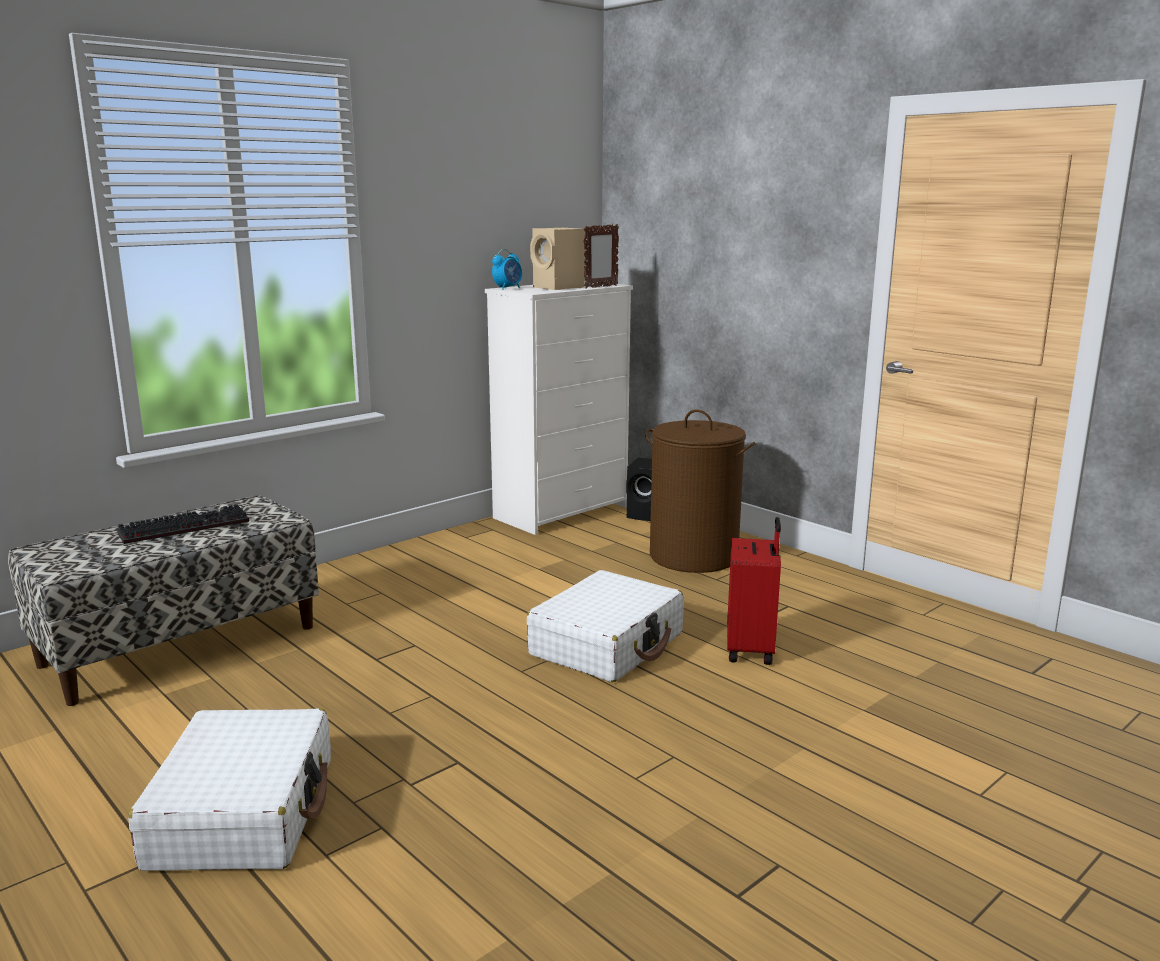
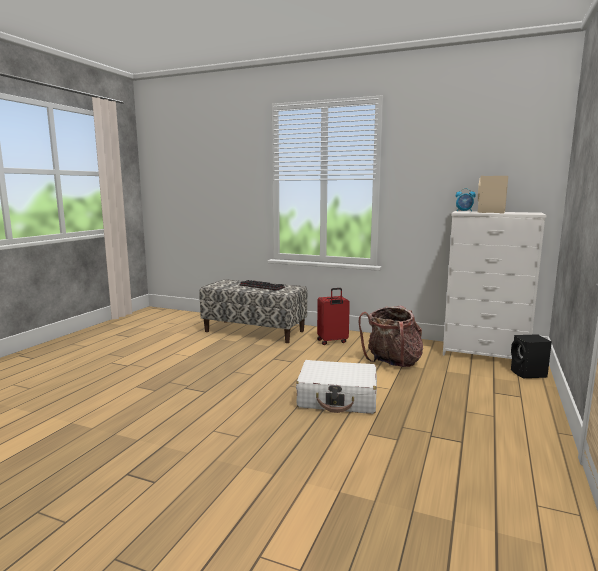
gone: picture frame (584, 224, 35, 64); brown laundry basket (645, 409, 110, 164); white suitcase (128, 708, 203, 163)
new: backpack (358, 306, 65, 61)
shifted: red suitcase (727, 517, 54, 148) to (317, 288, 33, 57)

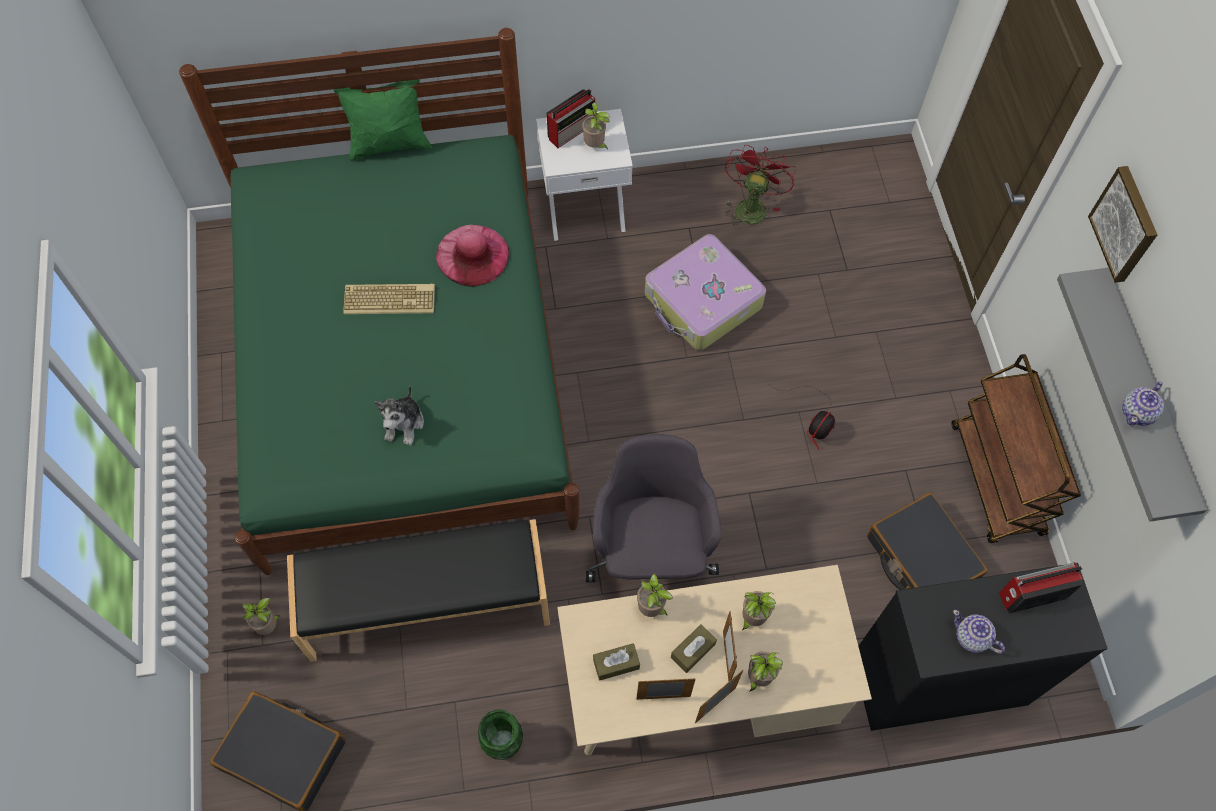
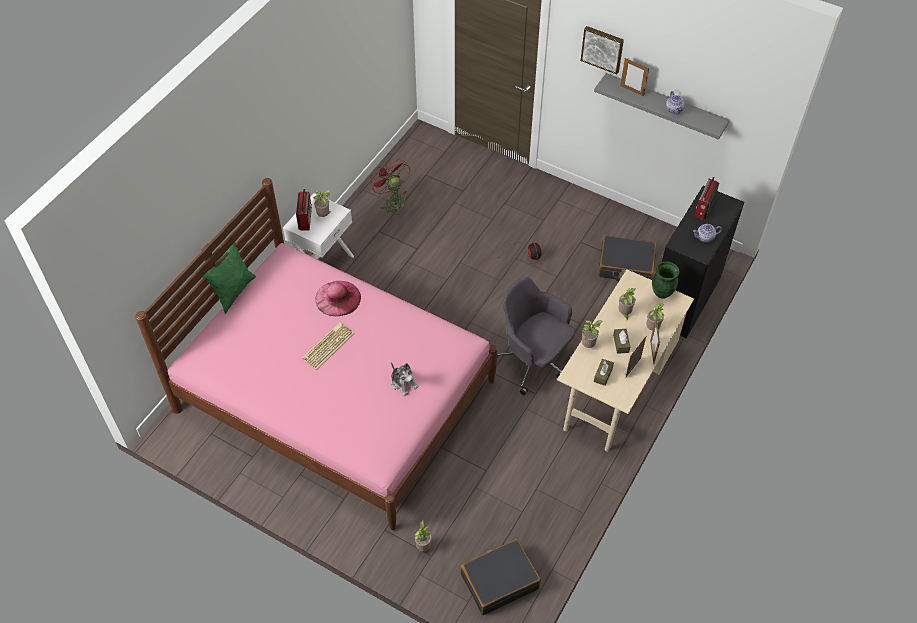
gone: suitcase (645, 234, 121, 116); brown cart (952, 354, 129, 189); black bench (287, 519, 263, 143)
shifted: picture frame (723, 611, 14, 70) to (620, 58, 29, 39); green vase (478, 710, 45, 50) to (652, 262, 28, 37)
repainted: green bed (179, 28, 400, 547) to pink bed (135, 178, 363, 352)

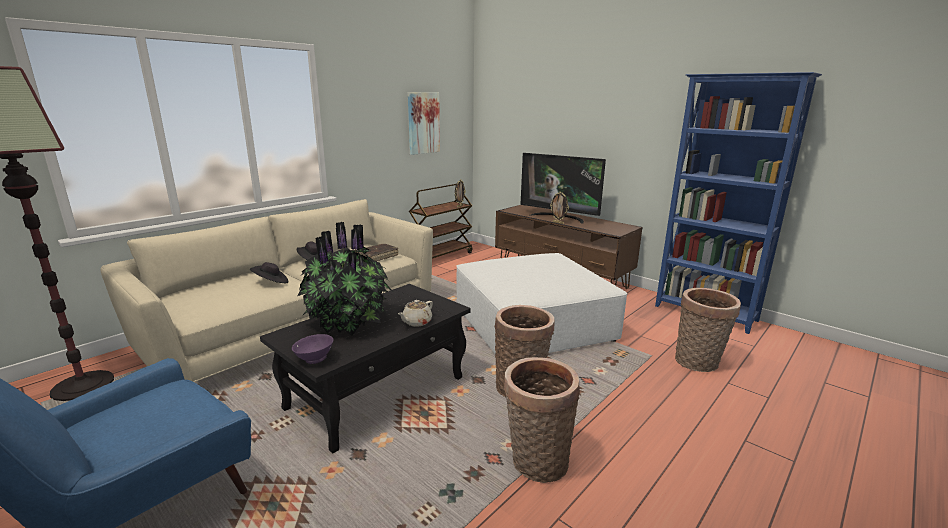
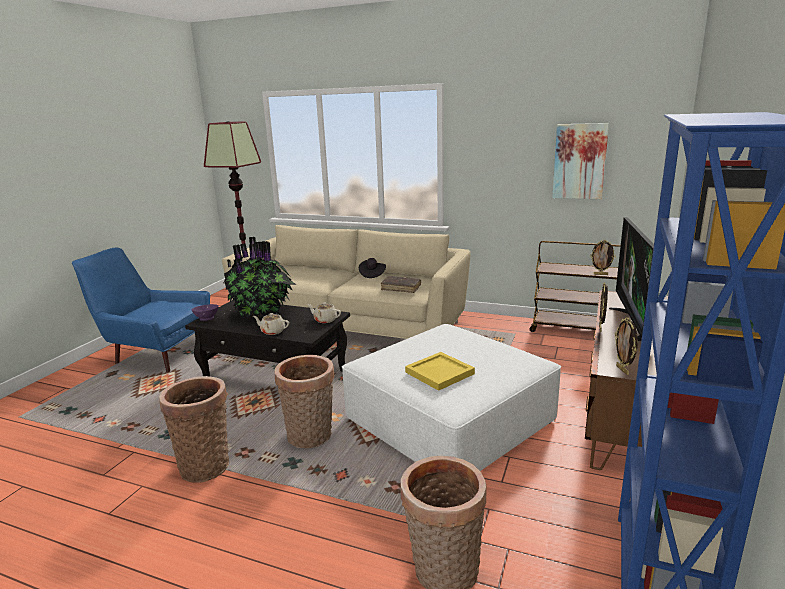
gone: black hat (250, 262, 39, 21)
new: beige teapot (307, 302, 34, 21); picture frame (615, 317, 23, 58); yellow tray (405, 352, 70, 39)

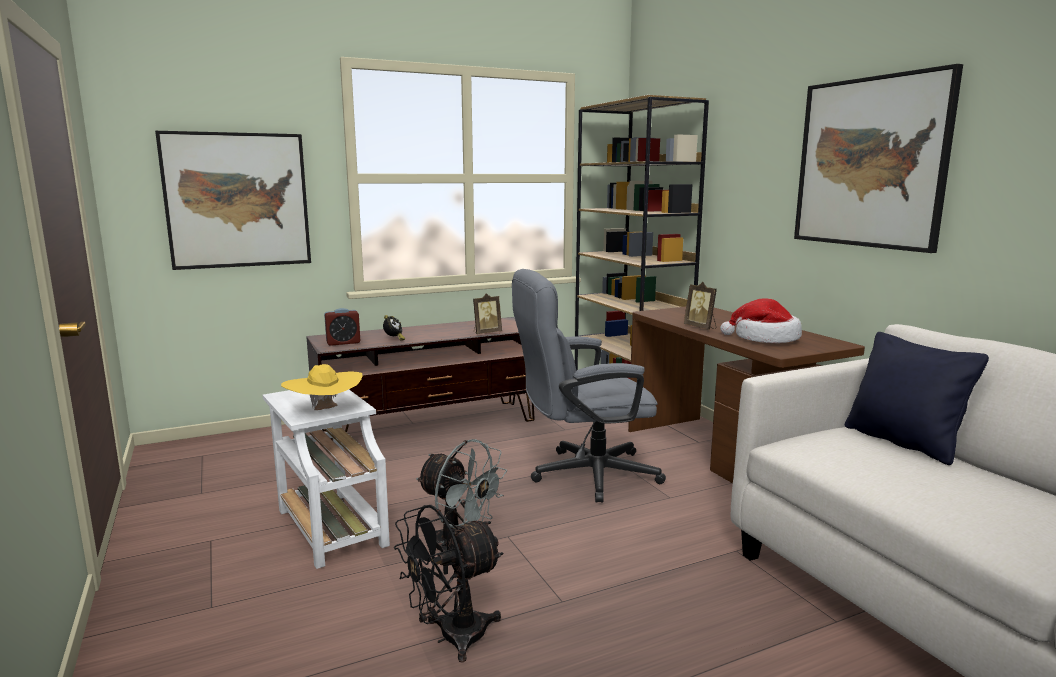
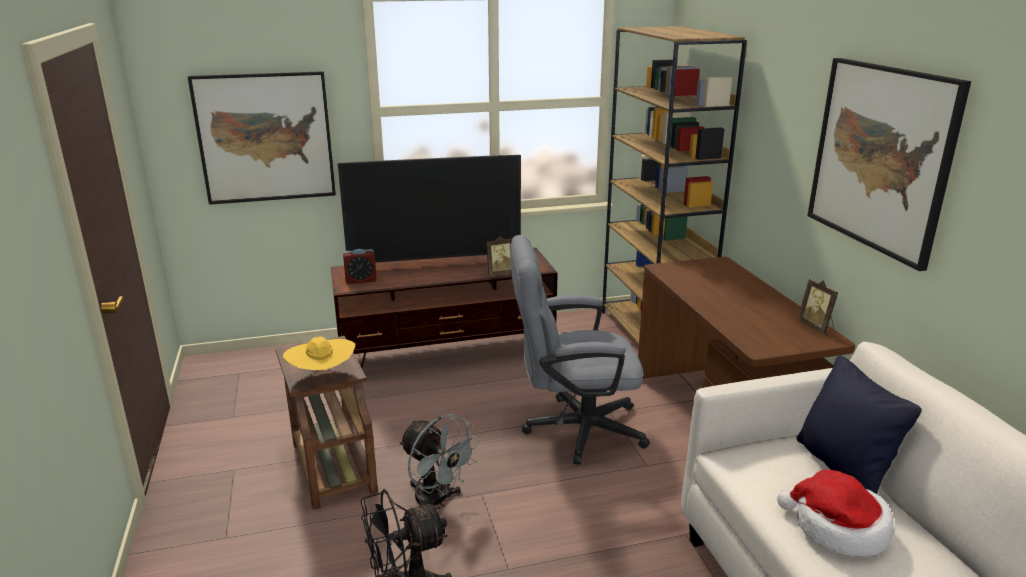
gone: alarm clock (383, 315, 22, 25)
new: television (338, 155, 183, 107)
shifted: picture frame (684, 282, 33, 48) to (797, 279, 41, 55); hat (720, 299, 82, 44) to (777, 470, 117, 87)
repainted: white side table (263, 390, 127, 179) to brown side table (276, 336, 102, 174)

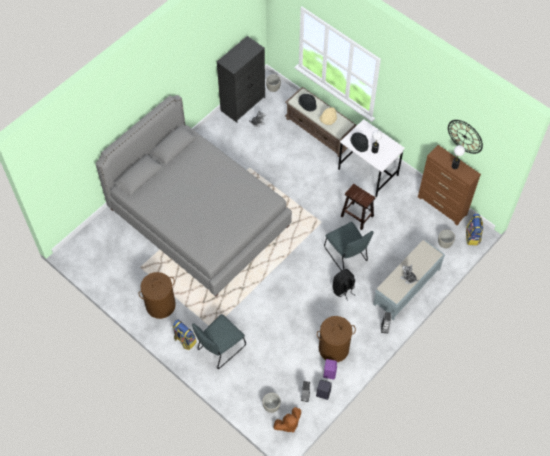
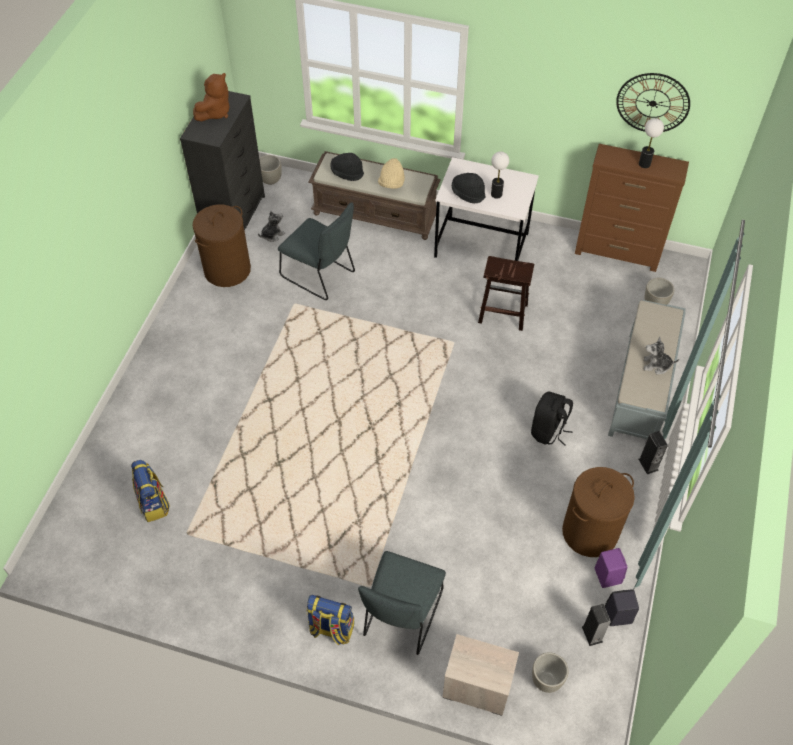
gone: grey bed (95, 95, 197, 202)
new: nightstand (443, 634, 76, 82)
shifted: backpack (466, 213, 17, 32) to (131, 460, 39, 62); grey chair (324, 222, 50, 49) to (278, 203, 77, 97); brown laundry basket (138, 272, 38, 47) to (193, 204, 58, 83); brown plush toy (273, 407, 28, 25) to (193, 73, 37, 48)

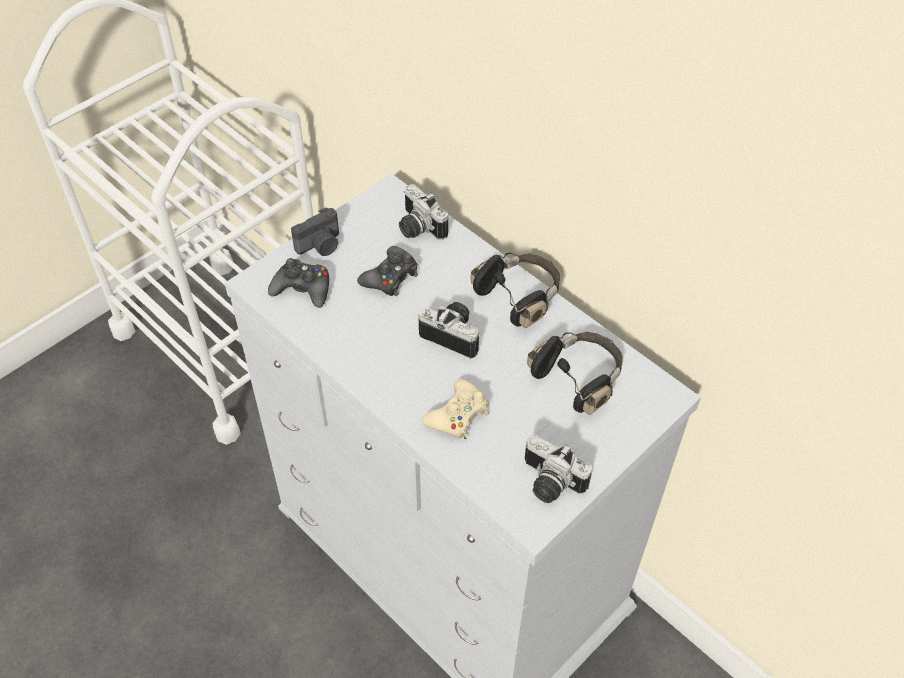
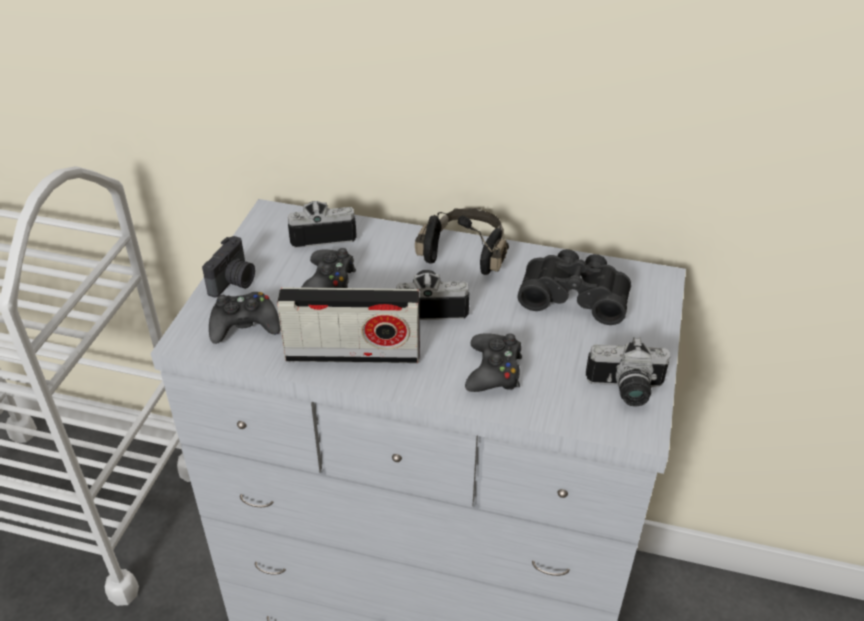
new: radio (277, 287, 143, 76)
swapped: black headphones (527, 332, 96, 83) to black binoculars (518, 249, 113, 76)
repainted: beige game controller (422, 379, 67, 60) to black game controller (465, 333, 57, 59)
rotated: photo camera (399, 184, 49, 56) = (288, 201, 69, 47) 150 degrees clockwise

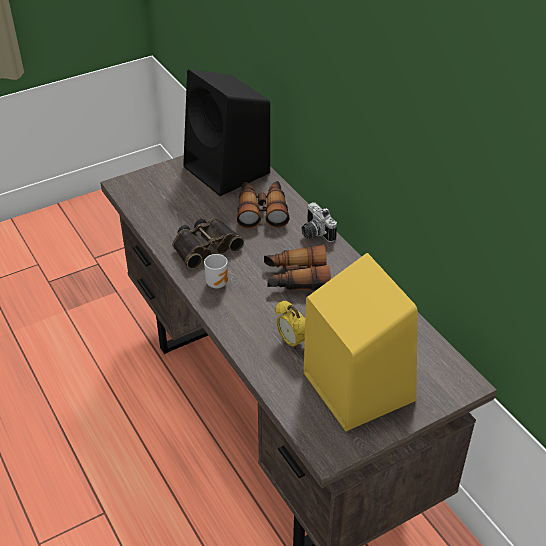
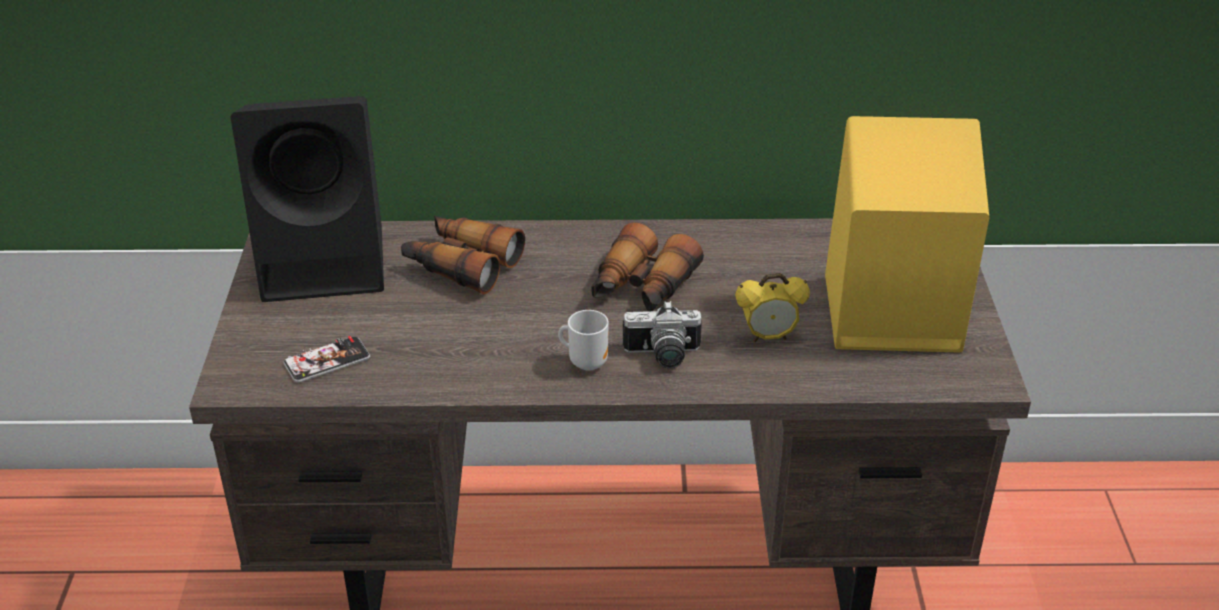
gone: binoculars (172, 218, 72, 51)
new: phone (284, 336, 86, 47)
shifted: photo camera (301, 202, 36, 40) to (623, 301, 79, 68)

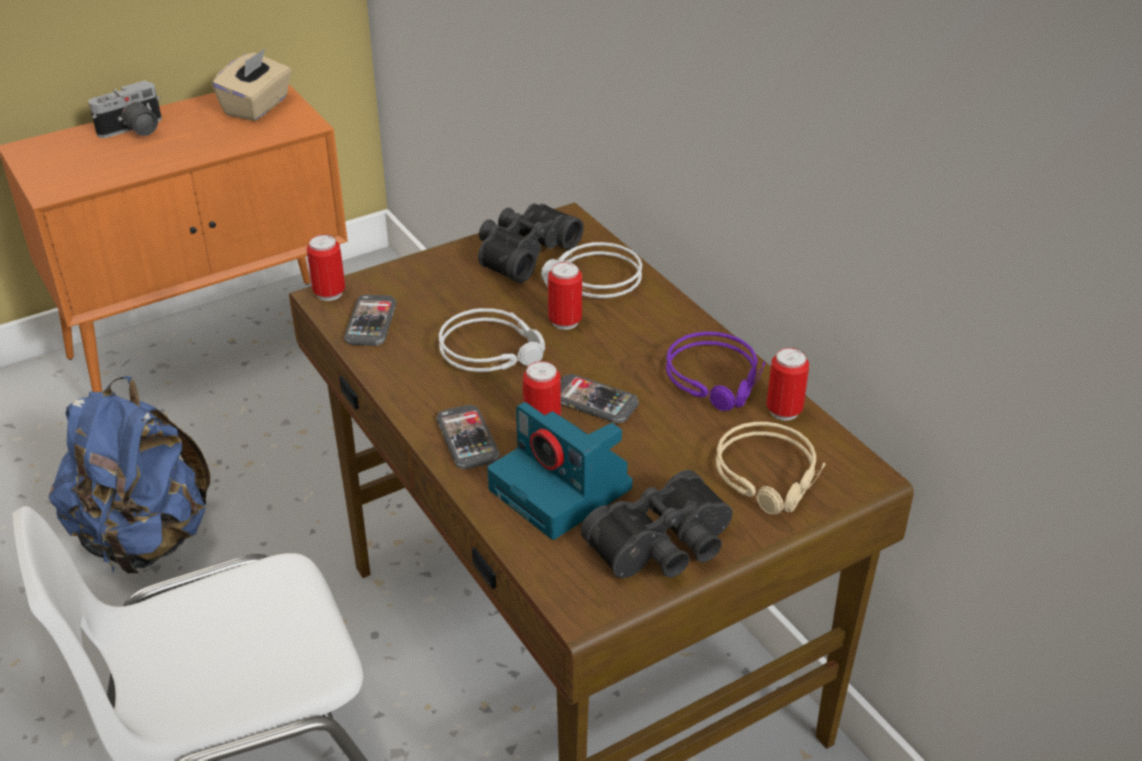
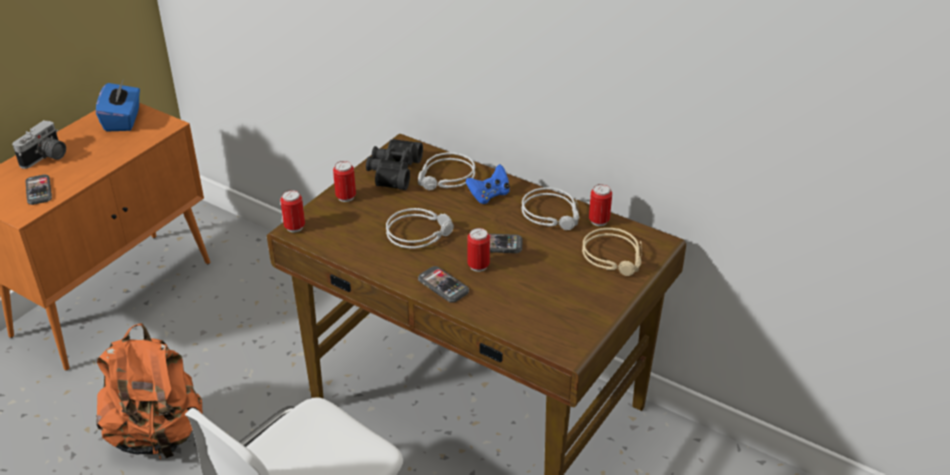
gone: photo camera (487, 402, 145, 138); black binoculars (580, 470, 153, 108)
new: blue game controller (466, 164, 44, 40)
shifted: can (548, 262, 34, 68) to (333, 161, 23, 41); phone (344, 295, 53, 51) to (25, 174, 27, 31)
repainted: beige tissue box (212, 49, 79, 72) to blue tissue box (96, 80, 44, 52); purple headphones (666, 332, 99, 79) to grey headphones (522, 187, 57, 43); blue backpack (49, 376, 161, 199) to orange backpack (96, 323, 107, 137)

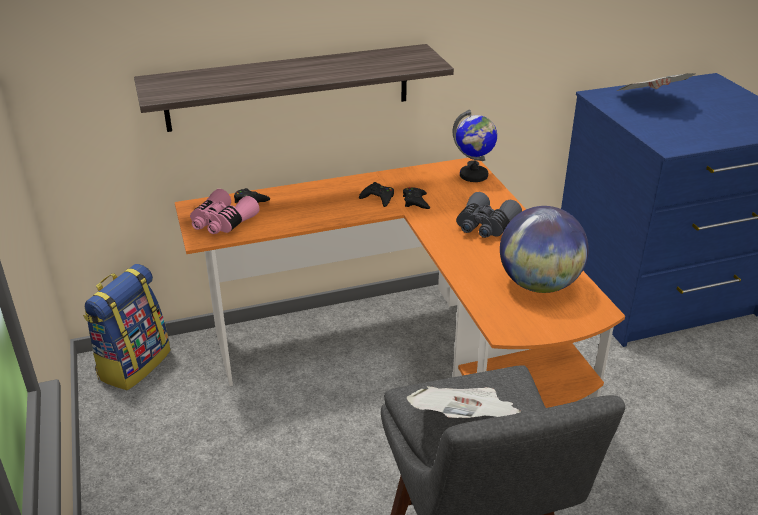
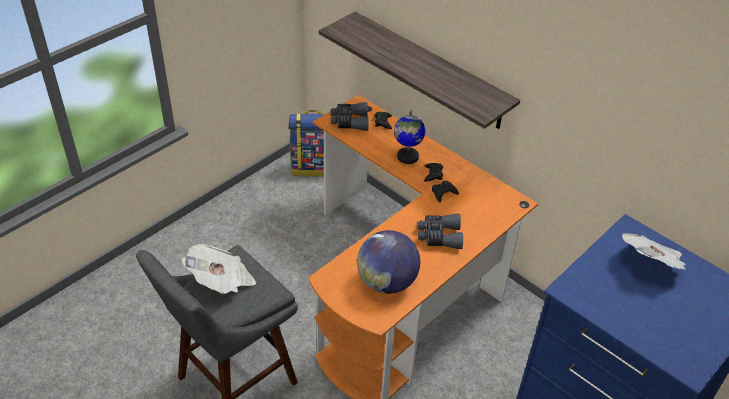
shifted: globe (453, 110, 44, 72) to (394, 110, 31, 54)
repainted: pink binoculars (190, 189, 69, 45) to grey binoculars (331, 102, 38, 29)

